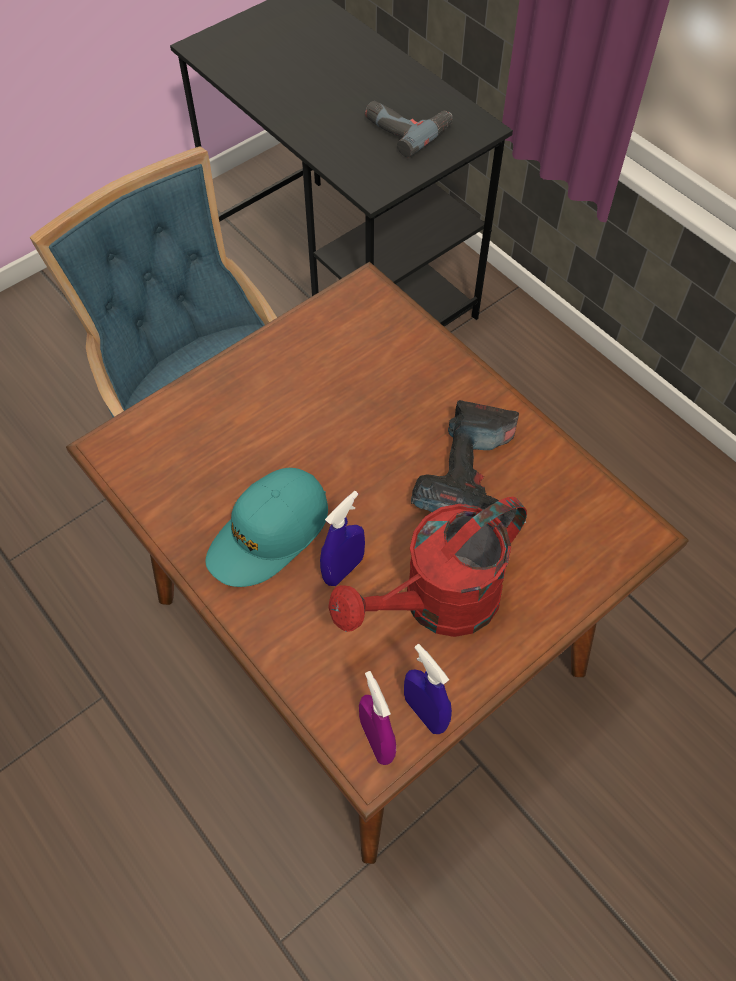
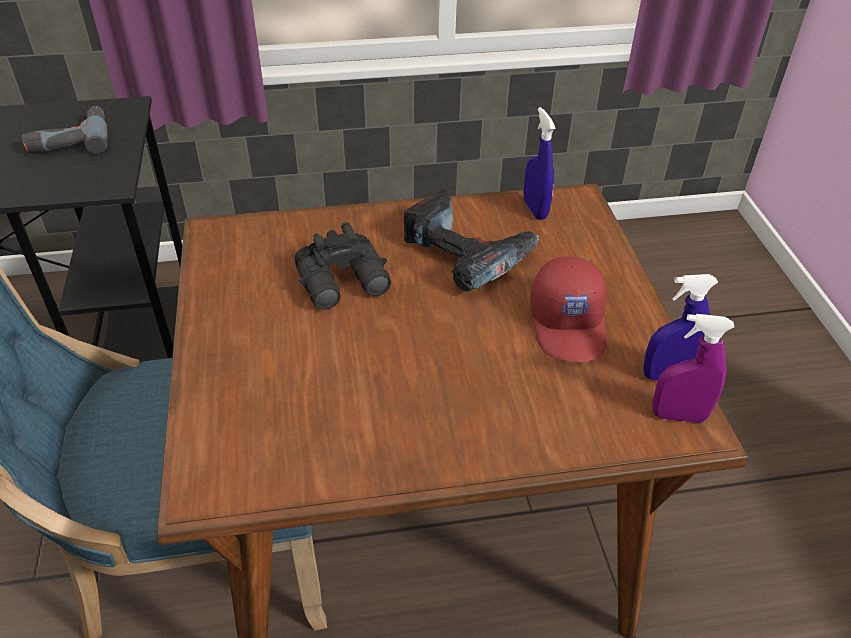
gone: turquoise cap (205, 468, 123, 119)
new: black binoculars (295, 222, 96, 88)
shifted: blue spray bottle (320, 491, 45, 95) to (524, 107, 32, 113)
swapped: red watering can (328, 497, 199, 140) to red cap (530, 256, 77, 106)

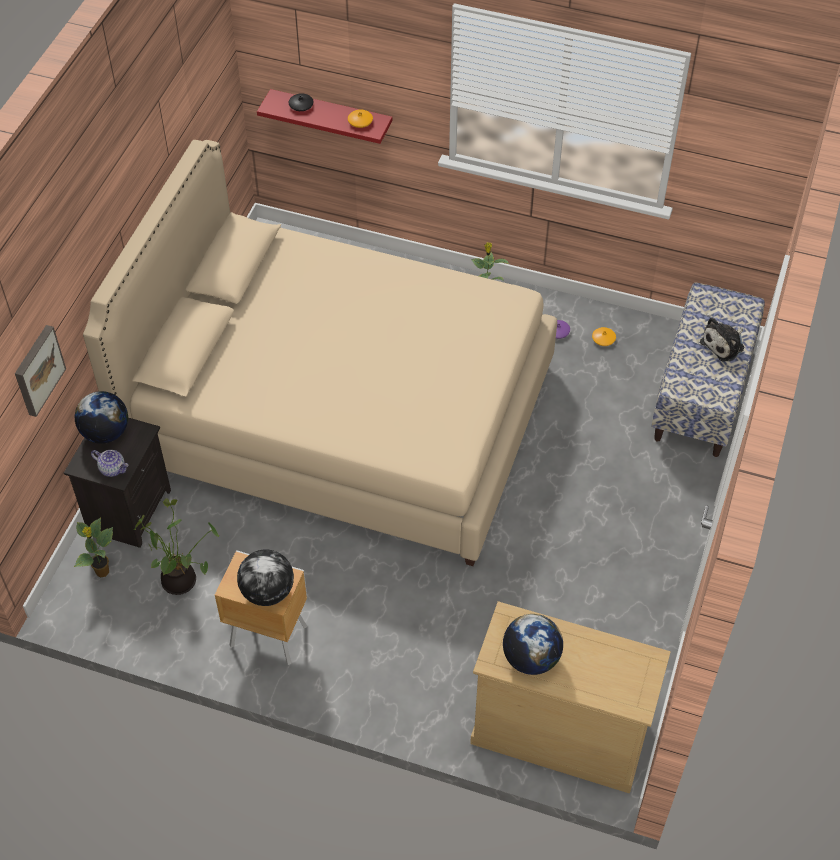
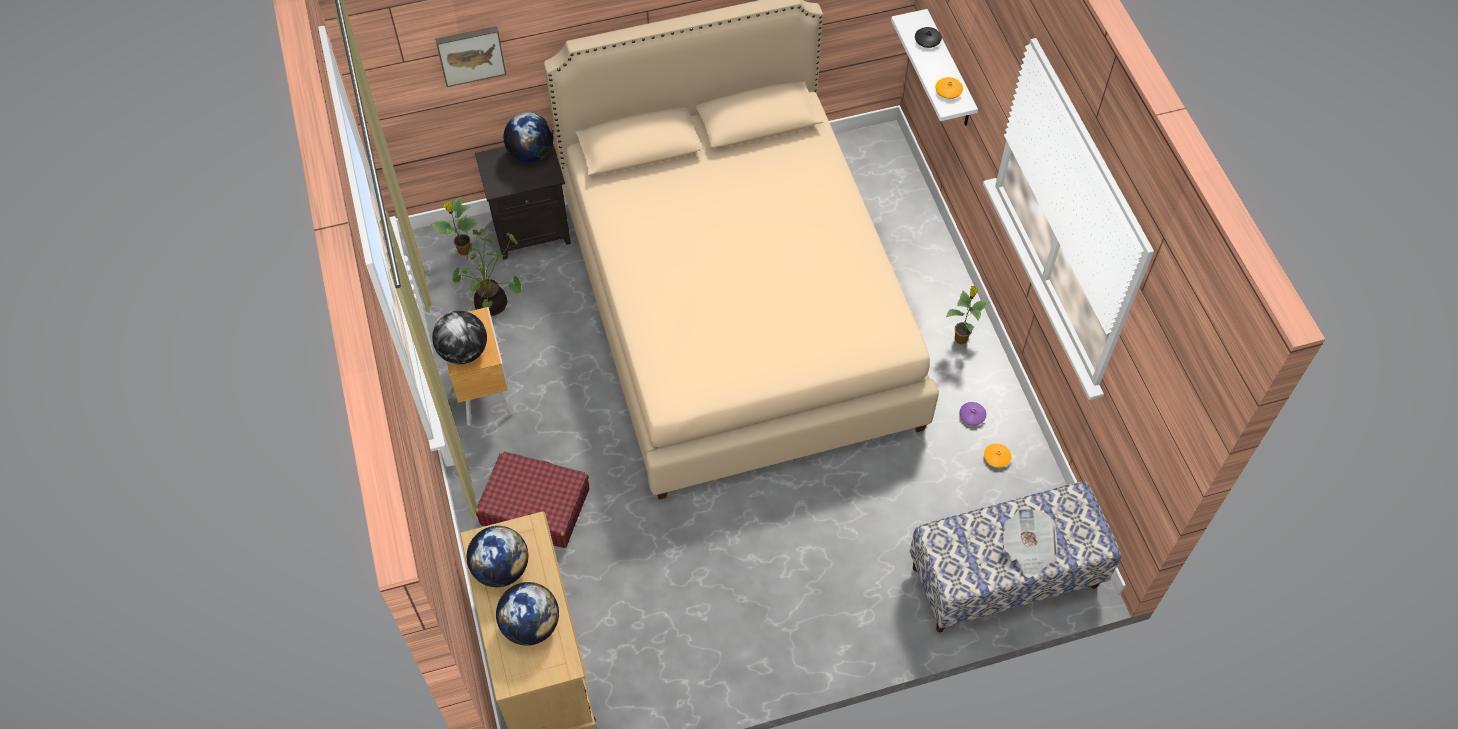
gone: teapot (91, 450, 38, 27)
new: red suitcase (476, 451, 113, 97); globe (496, 582, 63, 64)
swapped: plush toy (700, 317, 44, 44) to newspaper (1002, 506, 55, 72)
repainted: red shelf (257, 89, 135, 55) to white shelf (891, 9, 87, 117)

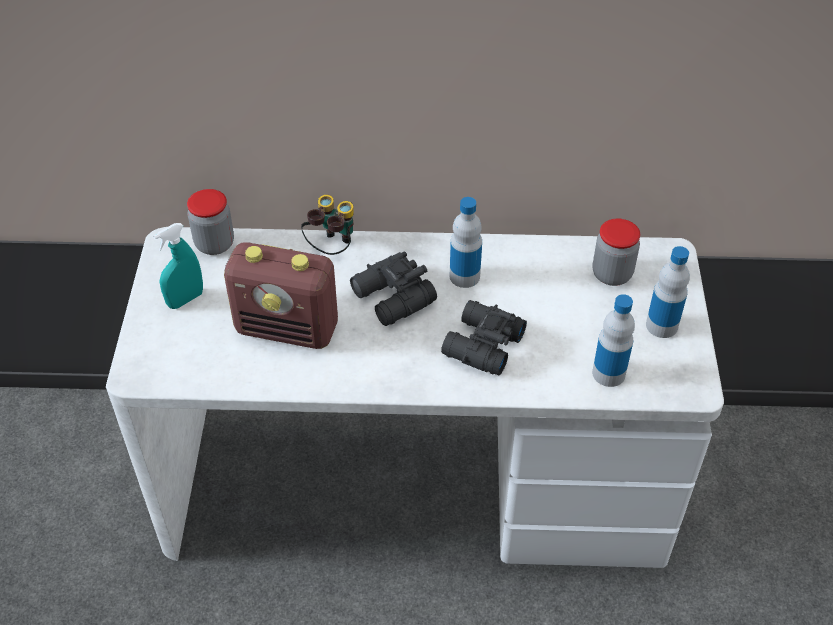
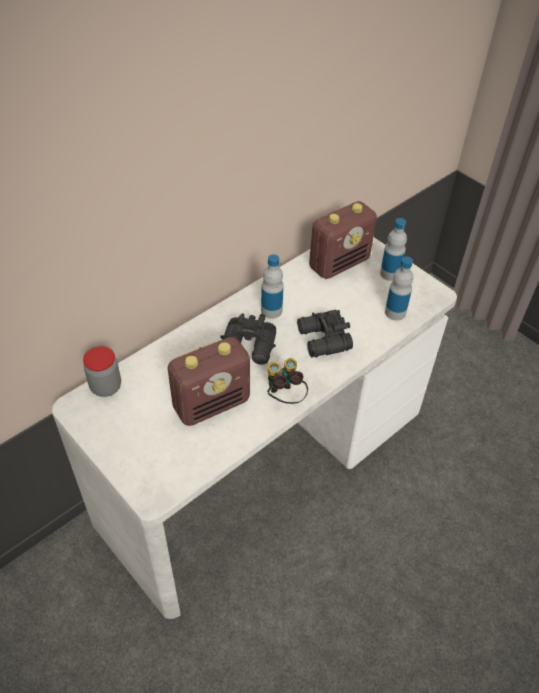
gone: turquoise spray bottle (153, 223, 50, 86)
shifted: binoculars (301, 195, 53, 60) to (267, 358, 41, 46)
swapped: jar (593, 219, 48, 67) to radio (309, 201, 68, 78)

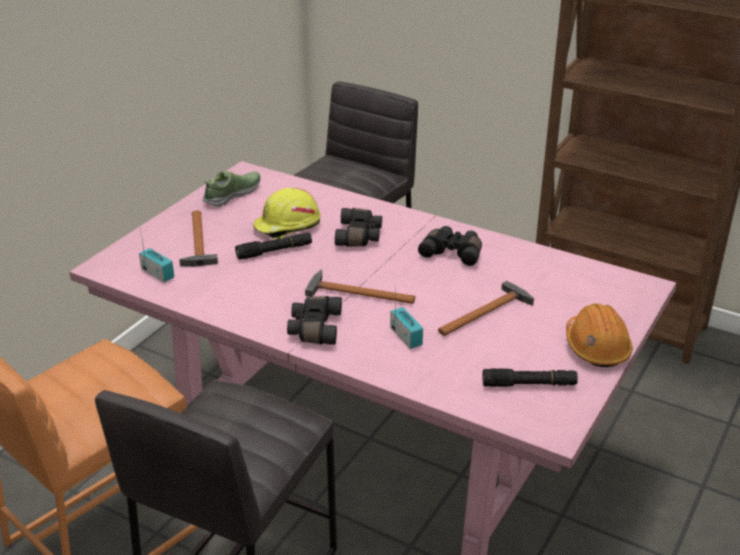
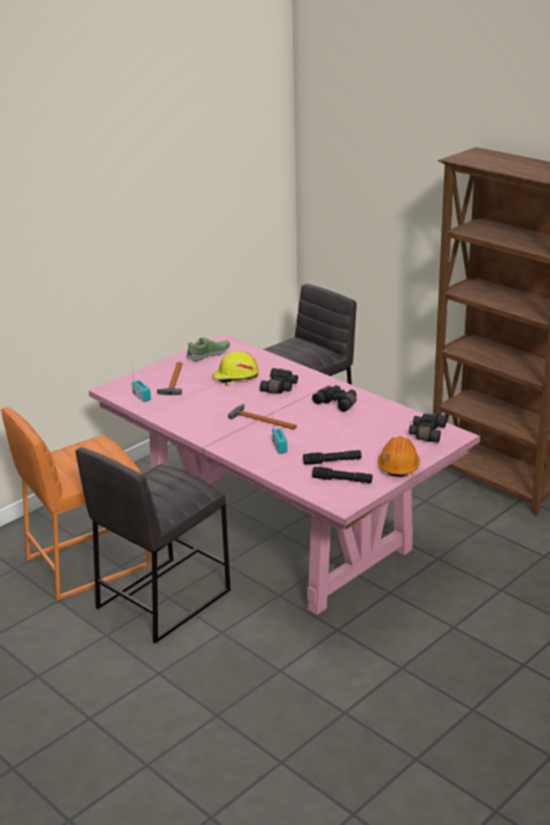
gone: hammer (438, 281, 96, 55)
shifted: black flashlight (235, 233, 77, 26) to (303, 450, 58, 15); black binoculars (287, 296, 55, 48) to (409, 413, 38, 30)

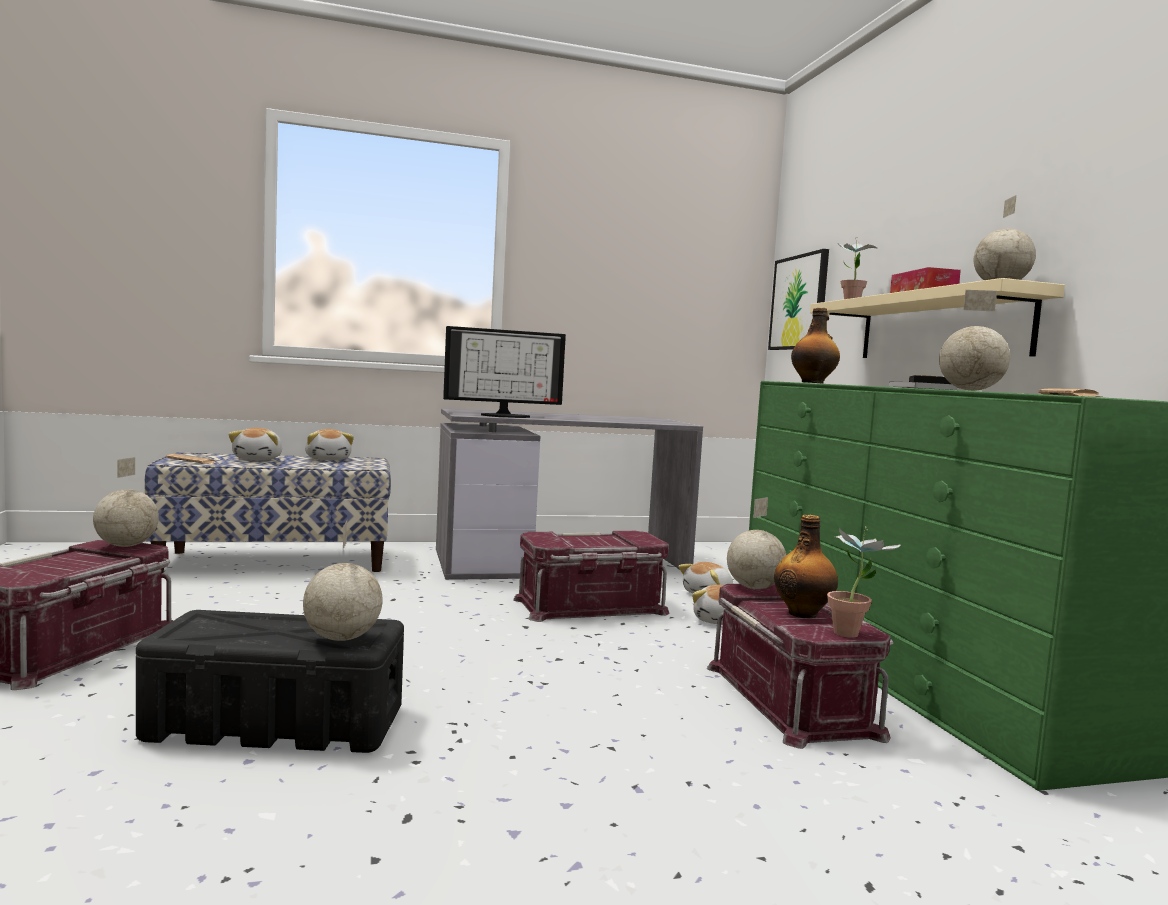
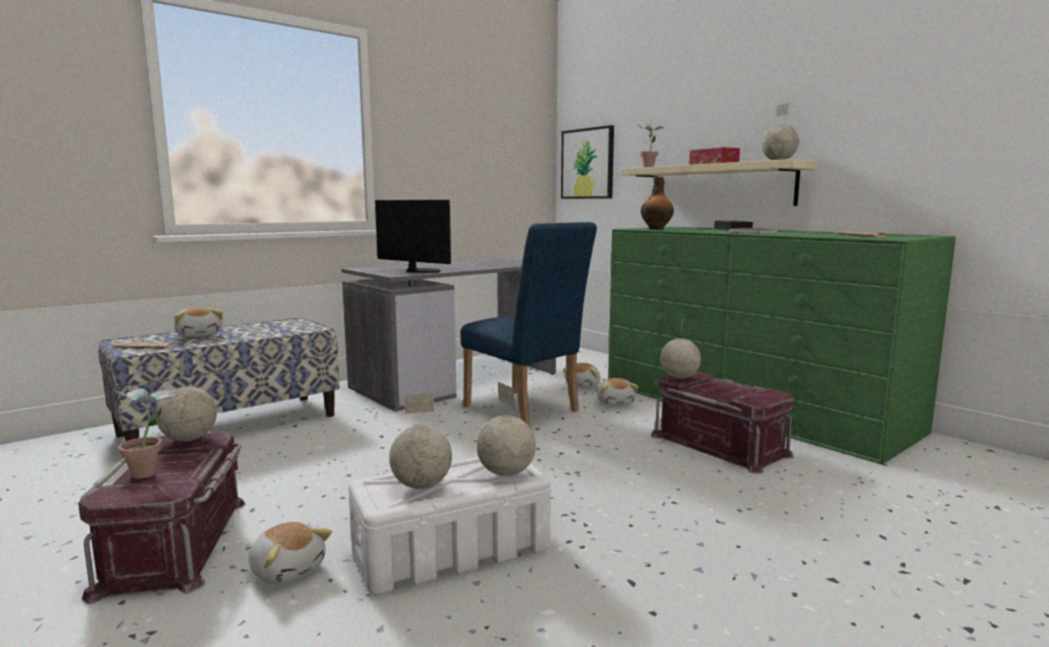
gone: bottle (774, 514, 64, 104)
shifted: globe (939, 290, 71, 101) to (389, 393, 63, 96); plush toy (305, 429, 49, 31) to (249, 522, 83, 62); potted plant (827, 526, 74, 112) to (113, 382, 69, 97)
swapped: red storage box (513, 531, 156, 91) to blue chair (461, 222, 136, 205)
repainted: black storage box (136, 610, 268, 143) to white storage box (348, 457, 203, 138)
rotated: monitor (443, 326, 123, 92) = (375, 200, 76, 73) 105 degrees counterclockwise

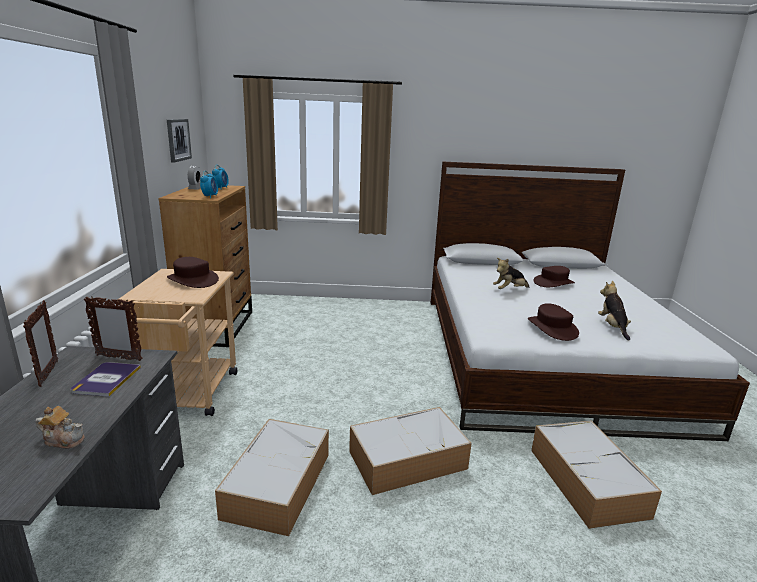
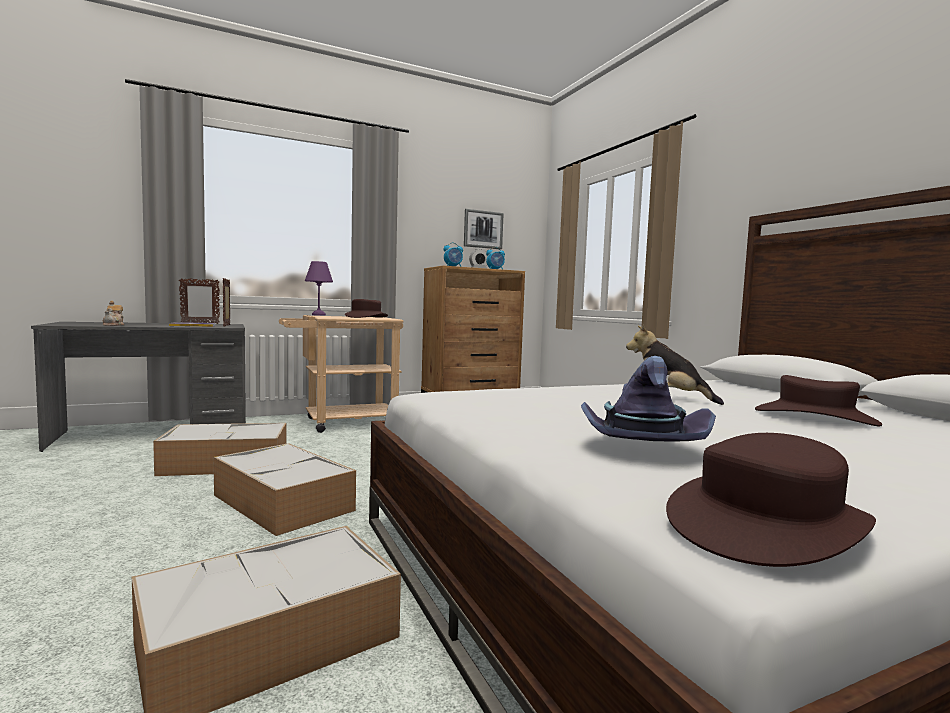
new: purple table lamp (305, 261, 28, 55)
shifted: brown hat (528, 303, 51, 38) to (666, 433, 210, 134)
swapped: plush toy (598, 281, 33, 60) to purple hat (581, 356, 135, 86)

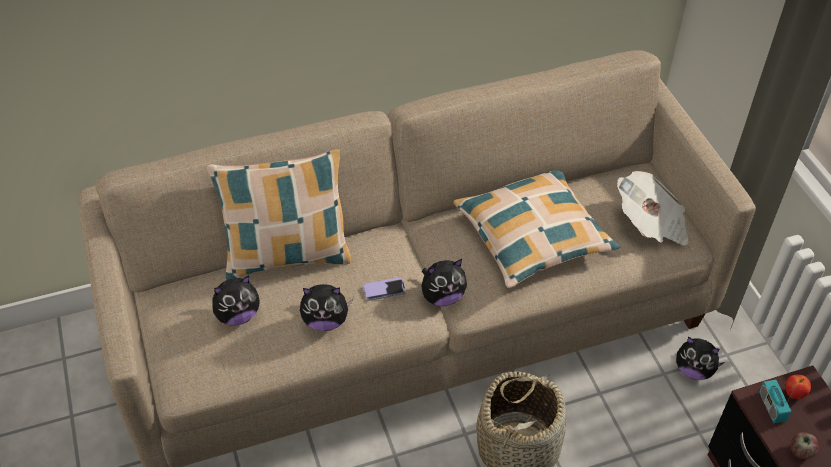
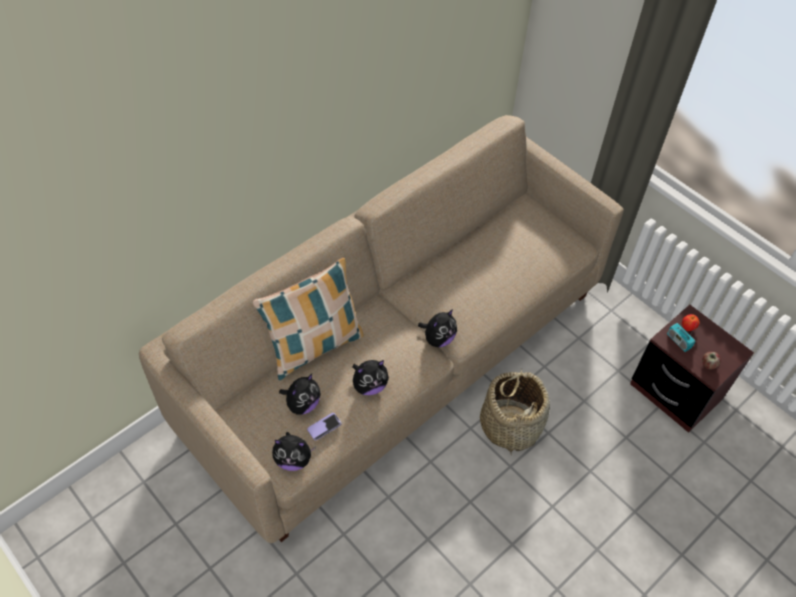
gone: pillow (454, 170, 166, 118); newspaper (617, 171, 71, 74)
shifted: phone (364, 277, 42, 24) to (307, 413, 34, 27); plush toy (676, 337, 48, 43) to (272, 432, 44, 39)

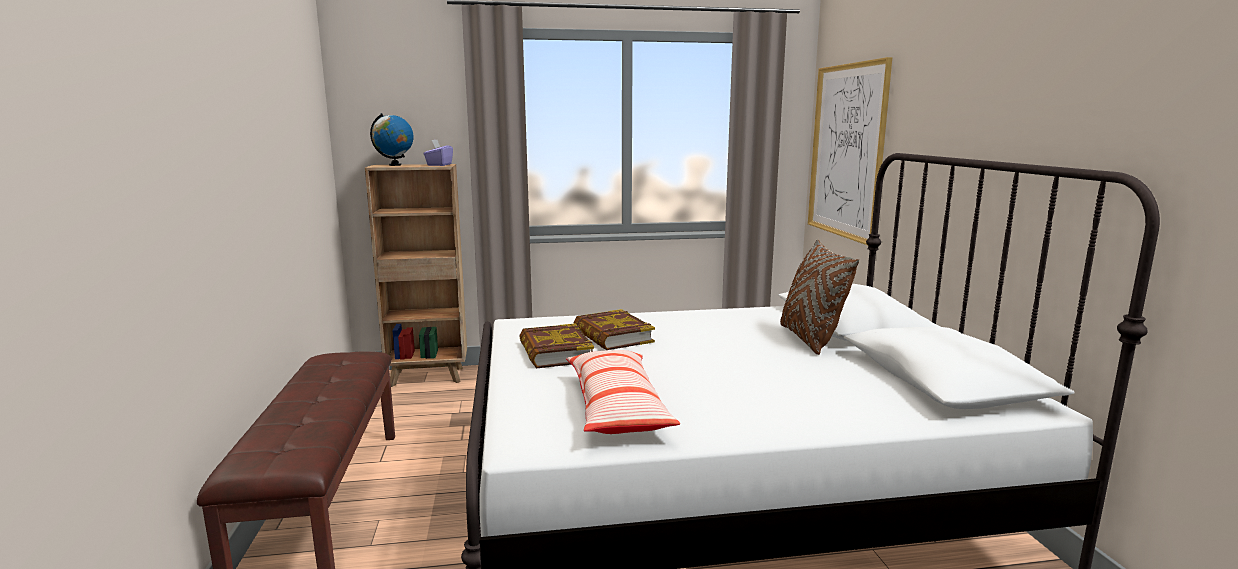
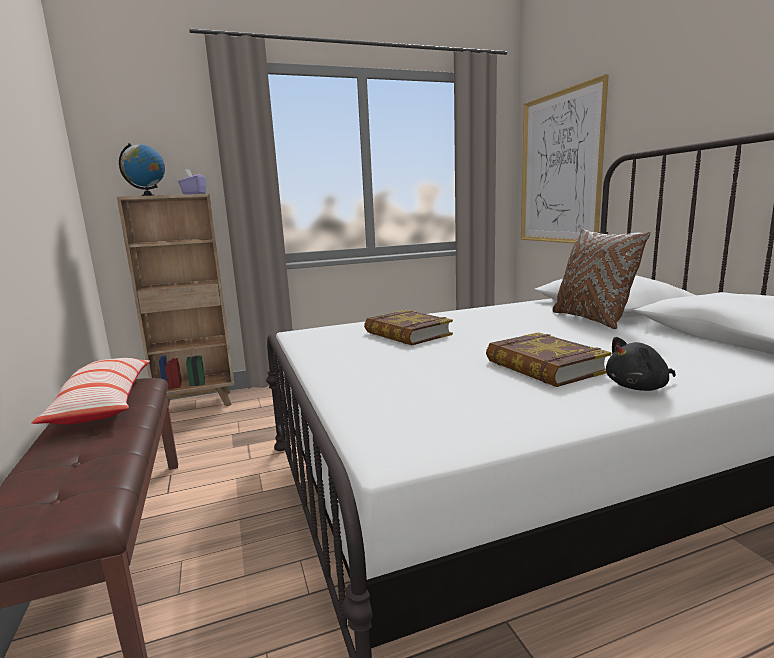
new: black plush toy (606, 337, 70, 54)
shifted: book (519, 323, 75, 45) to (486, 332, 125, 55); pillow (566, 350, 114, 84) to (32, 358, 118, 66)

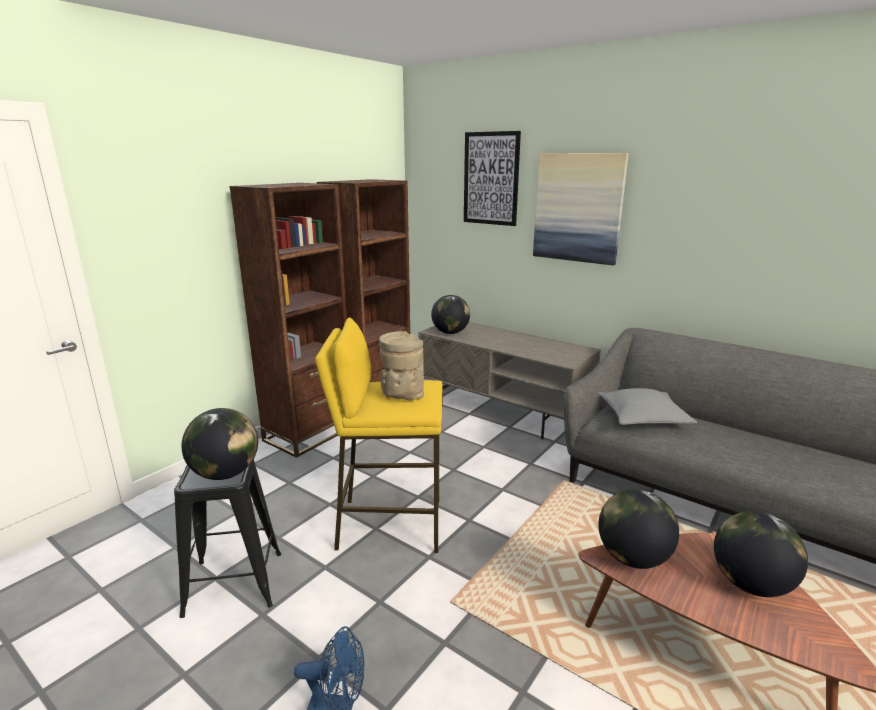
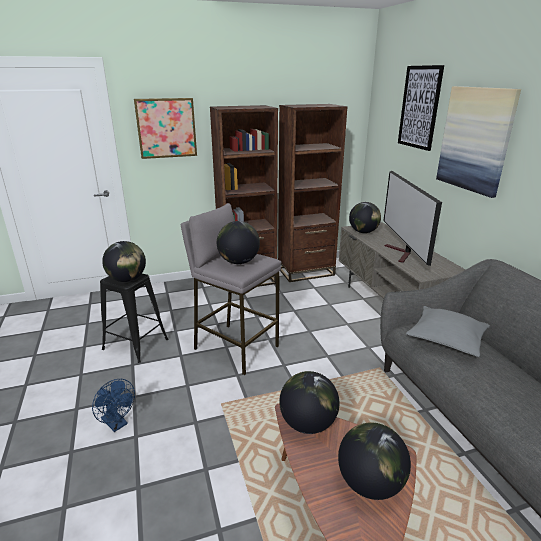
new: picture (134, 98, 63, 61); television (383, 171, 59, 95)
swapped: beige vase (379, 331, 45, 70) to globe (217, 221, 43, 43)
repainted: yellow stool (315, 318, 127, 235) to grey stool (181, 203, 100, 172)

